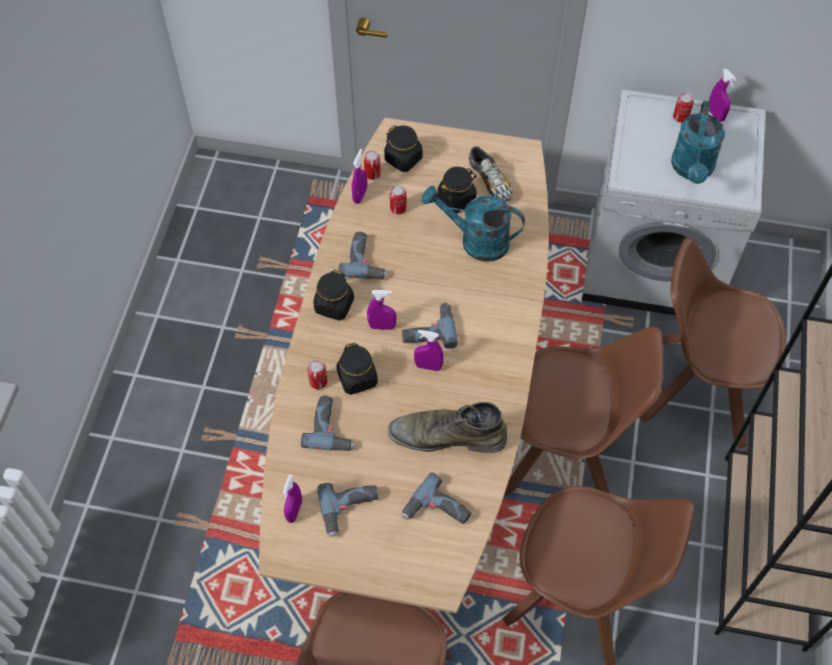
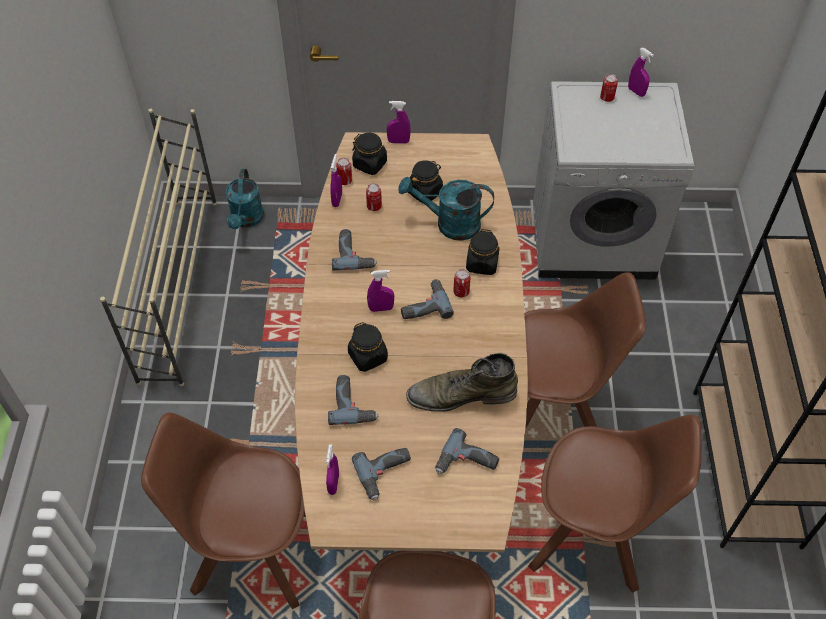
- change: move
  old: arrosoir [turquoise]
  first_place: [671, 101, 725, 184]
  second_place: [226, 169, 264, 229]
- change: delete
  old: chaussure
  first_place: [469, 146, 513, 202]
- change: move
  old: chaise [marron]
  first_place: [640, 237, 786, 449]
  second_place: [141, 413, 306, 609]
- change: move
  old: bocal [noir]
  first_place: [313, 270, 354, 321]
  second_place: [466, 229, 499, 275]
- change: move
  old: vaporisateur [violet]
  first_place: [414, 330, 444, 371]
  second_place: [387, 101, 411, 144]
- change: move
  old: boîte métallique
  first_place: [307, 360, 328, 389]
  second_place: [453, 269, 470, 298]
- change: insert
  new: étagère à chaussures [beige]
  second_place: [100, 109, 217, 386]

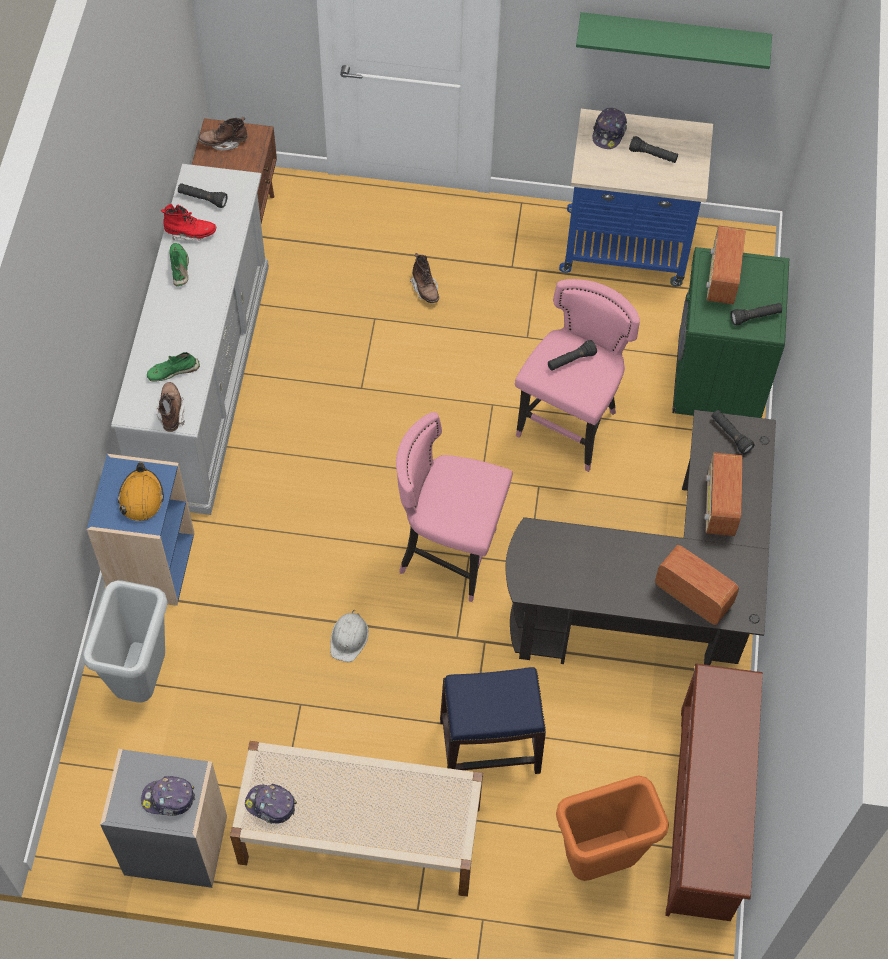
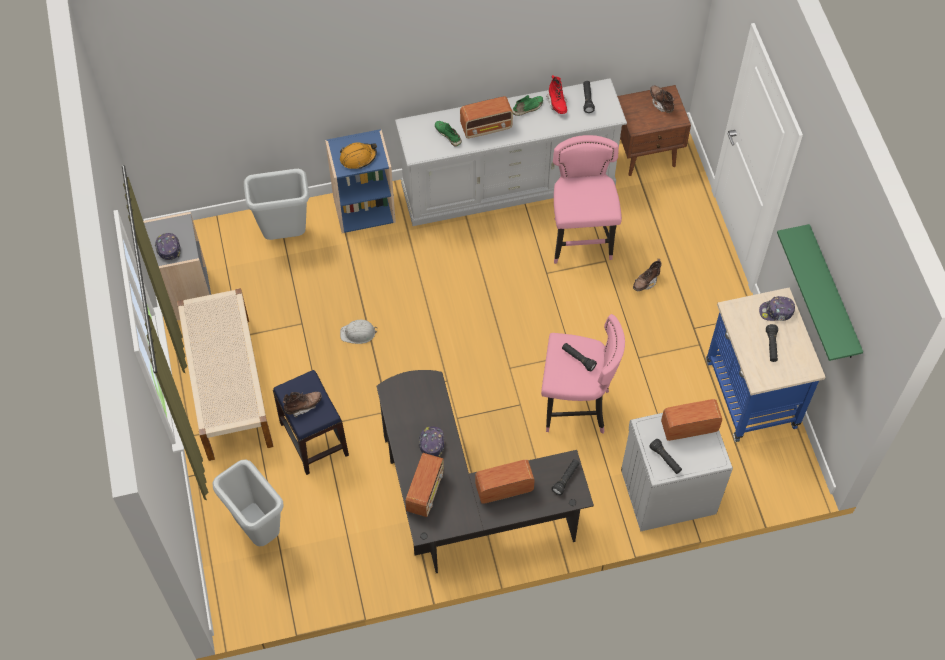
- change: recolor
  old: lave-linge [vert]
  new: lave-linge [blanc]
  first_place: [672, 247, 789, 418]
  second_place: [621, 413, 733, 531]
- change: move
  old: botte [marron]
  first_place: [156, 382, 185, 432]
  second_place: [283, 392, 322, 417]
- change: move
  old: tabouret [rose]
  first_place: [396, 412, 513, 602]
  second_place: [553, 135, 622, 264]
- change: delete
  old: étagère à chaussures [marron]
  first_place: [665, 663, 763, 921]
- change: recolor
  old: poubelle [orange]
  new: poubelle [gris]
  first_place: [556, 775, 669, 881]
  second_place: [212, 459, 284, 546]
- change: move
  old: casquette
  first_place: [245, 784, 297, 824]
  second_place: [419, 426, 445, 457]
- change: insert
  new: radio
  second_place: [460, 96, 513, 138]

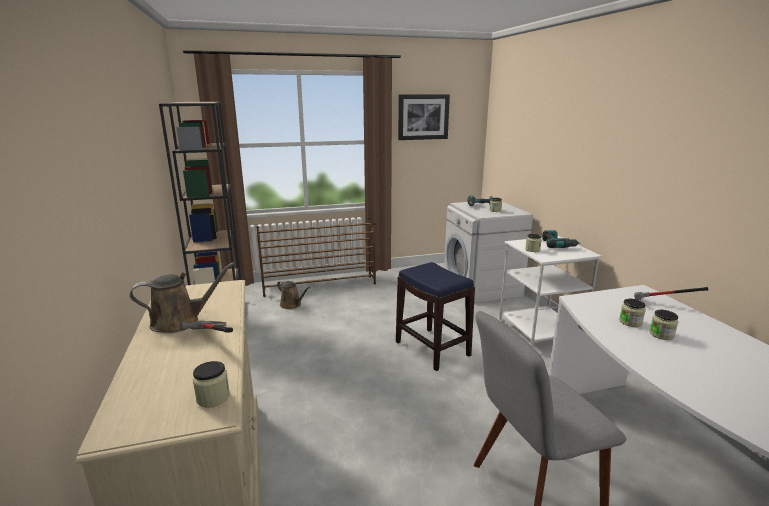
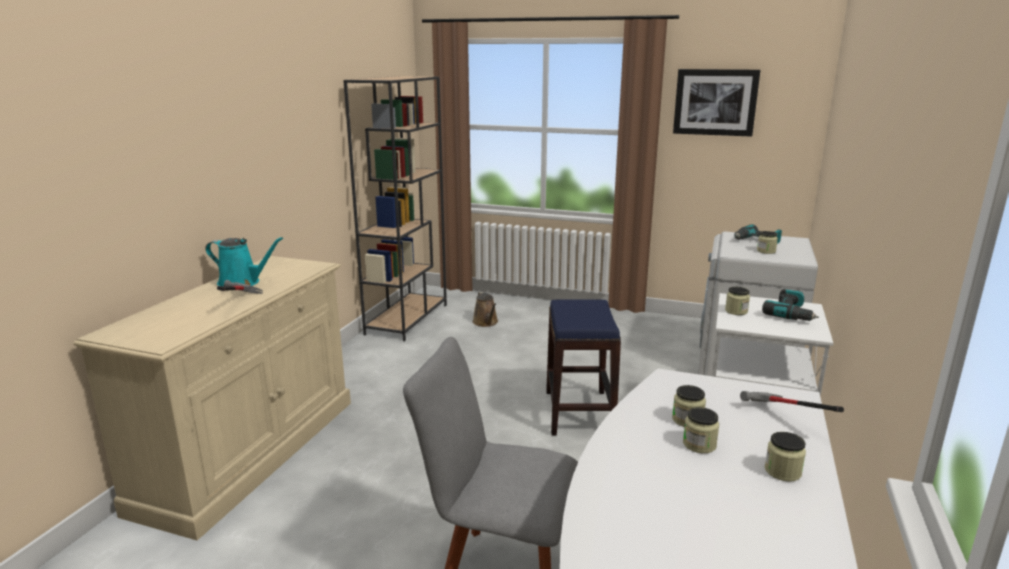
- change: delete
  old: étagère à chaussures [marron]
  first_place: [257, 218, 376, 297]
- change: recolor
  old: arrosoir [marron]
  new: arrosoir [turquoise]
  first_place: [130, 262, 234, 333]
  second_place: [205, 237, 283, 286]
- change: move
  old: bocal
  first_place: [193, 361, 230, 408]
  second_place: [765, 432, 806, 482]

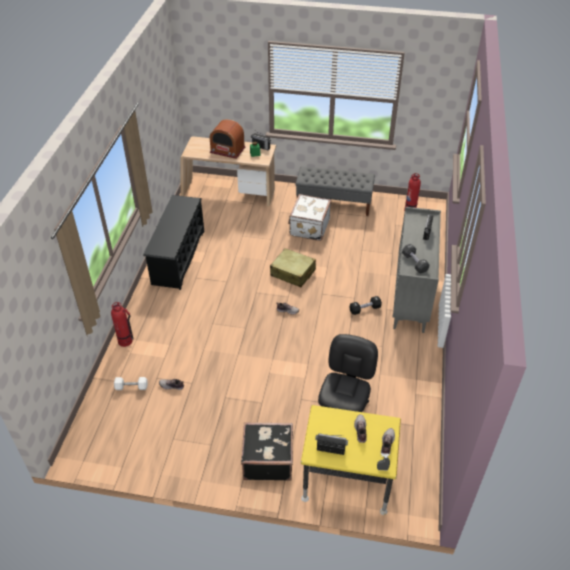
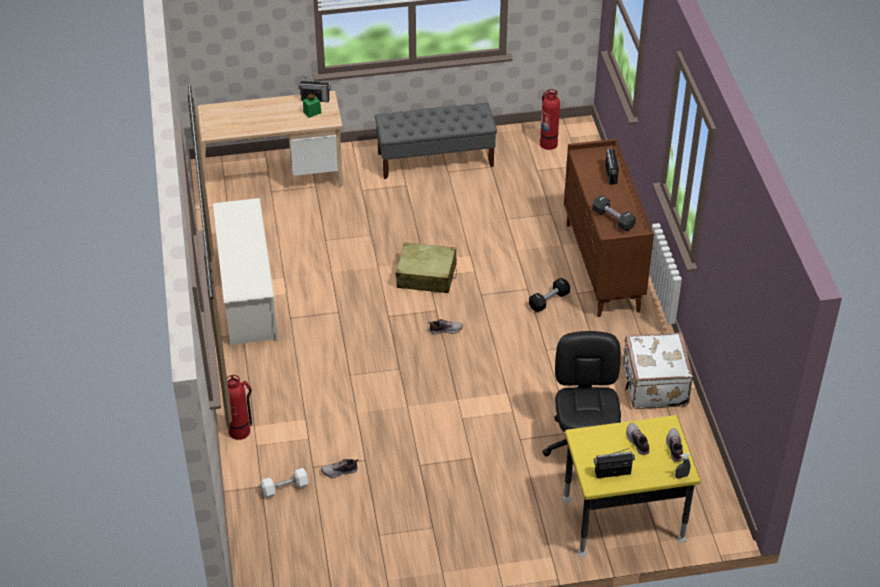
- change: delete
  old: radio
  first_place: [210, 119, 246, 159]
- change: move
  old: valise [blanc]
  first_place: [288, 194, 331, 241]
  second_place: [623, 332, 693, 409]
- change: recolor
  old: étagère à chaussures [noir]
  new: étagère à chaussures [blanc]
  first_place: [143, 195, 204, 290]
  second_place: [213, 198, 278, 345]
- change: recolor
  old: meuble de rangement [gris]
  new: meuble de rangement [marron]
  first_place: [393, 207, 441, 333]
  second_place: [564, 139, 654, 317]
- change: delete
  old: valise [noir]
  first_place: [241, 422, 293, 481]

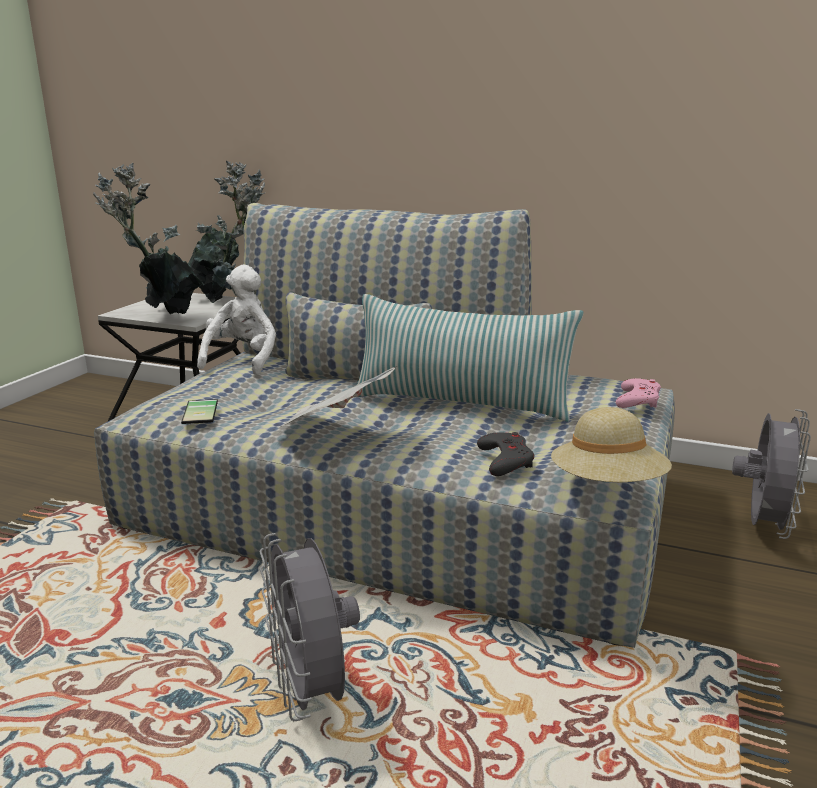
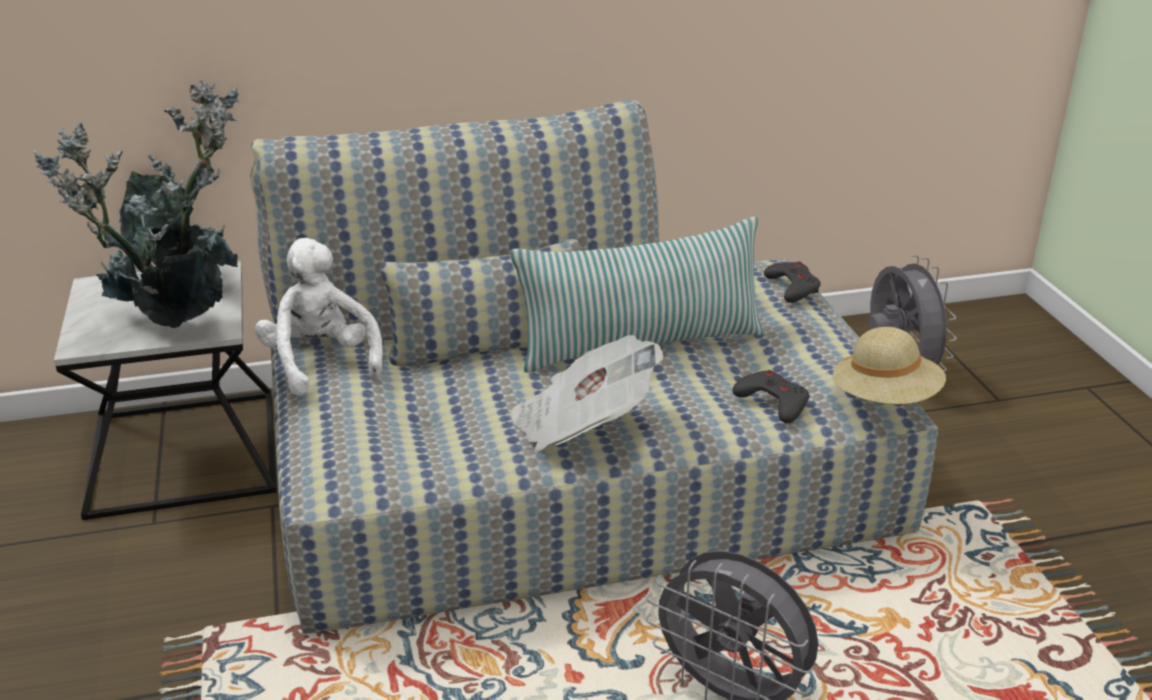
- change: recolor
  old: manette [rose]
  new: manette [gris]
  first_place: [616, 378, 661, 408]
  second_place: [764, 262, 821, 303]
- change: delete
  old: téléphone
  first_place: [181, 399, 218, 424]

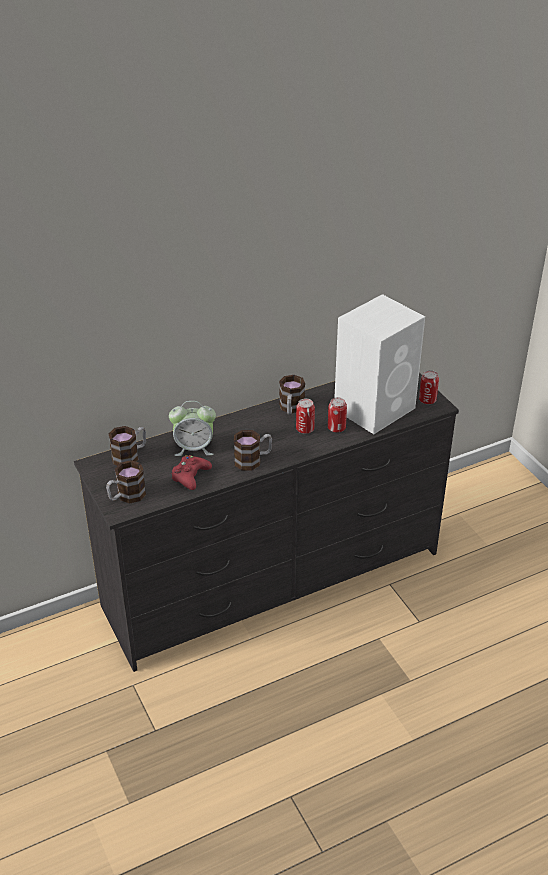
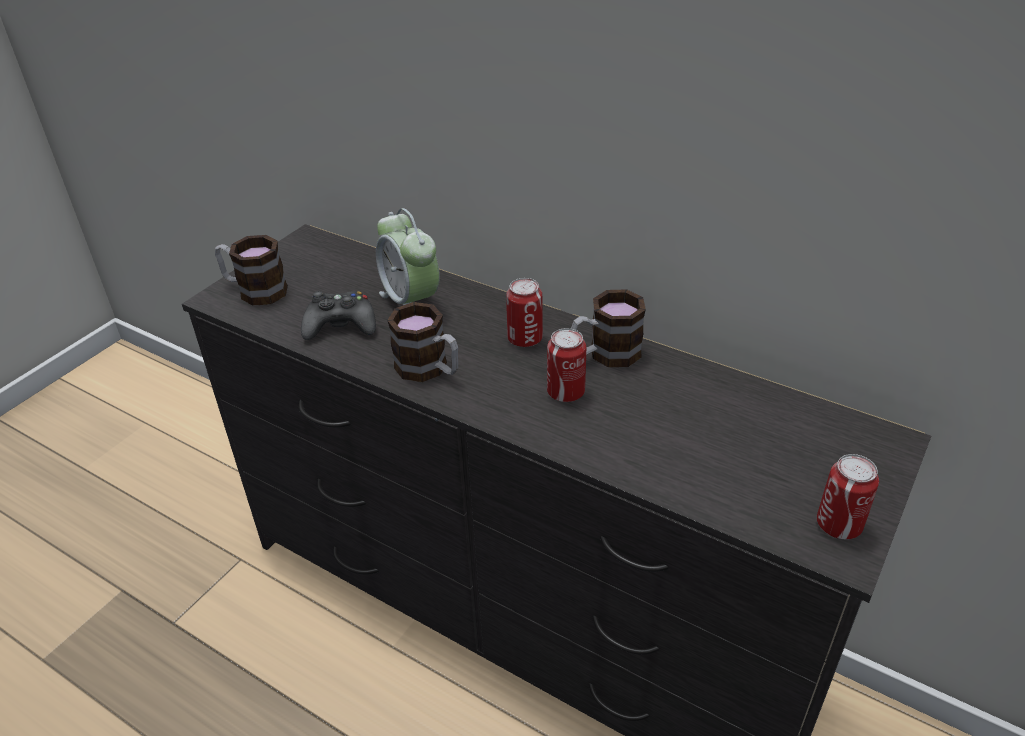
- change: delete
  old: enceinte [blanc]
  first_place: [334, 294, 425, 434]
- change: move
  old: boîte métallique
  first_place: [328, 397, 347, 432]
  second_place: [506, 278, 543, 347]
- change: delete
  old: mug
  first_place: [109, 426, 146, 466]
- change: recolor
  old: manette [rouge]
  new: manette [noir]
  first_place: [172, 455, 212, 490]
  second_place: [301, 291, 376, 340]

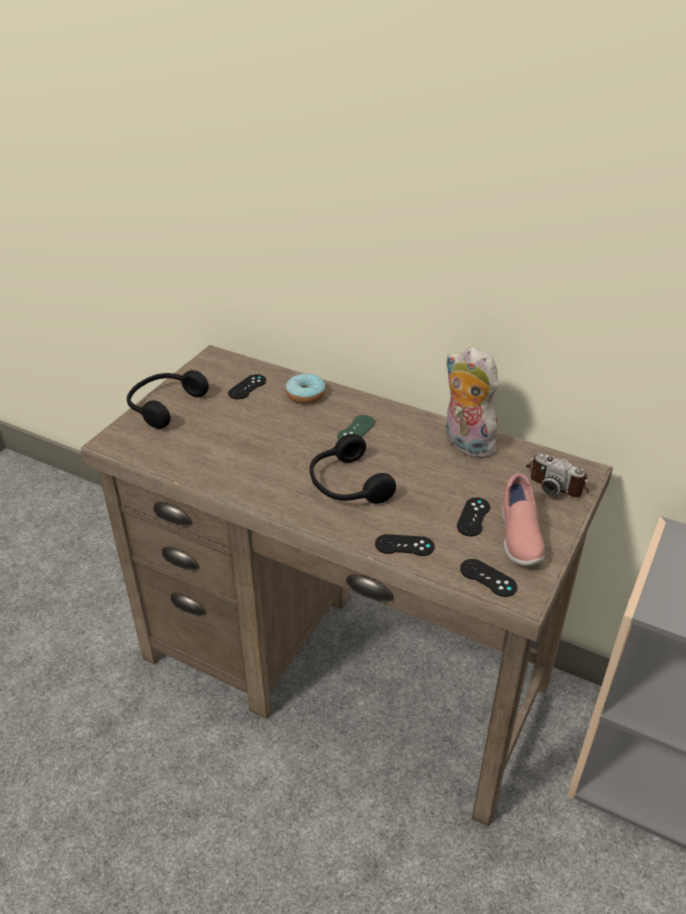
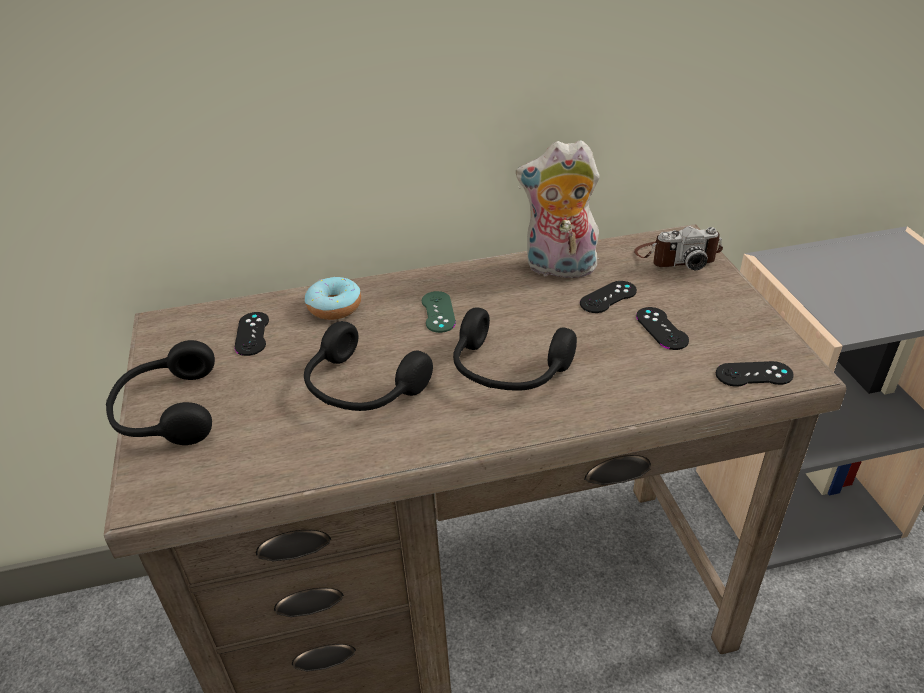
- change: delete
  old: chaussure [rose]
  first_place: [502, 474, 545, 566]
- change: move
  old: manette [noir]
  first_place: [375, 534, 435, 556]
  second_place: [580, 281, 637, 313]
- change: insert
  new: casque audio [noir]
  second_place: [304, 321, 433, 411]

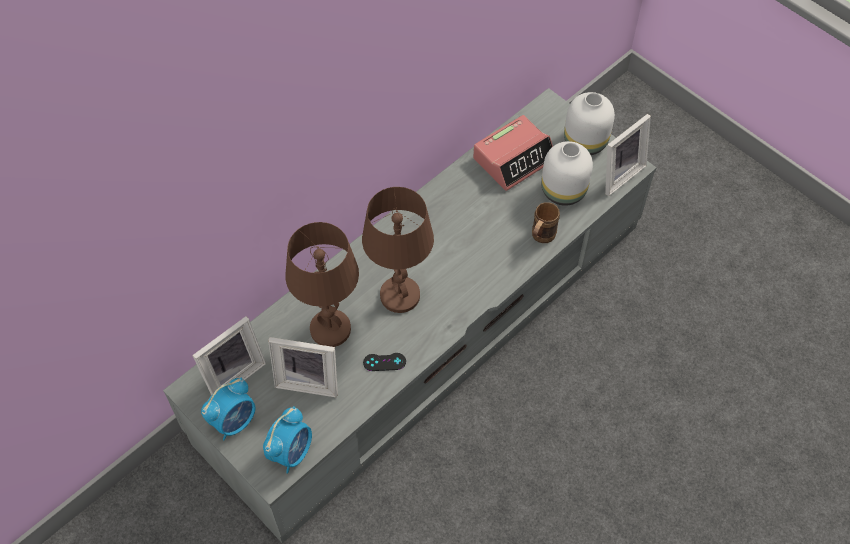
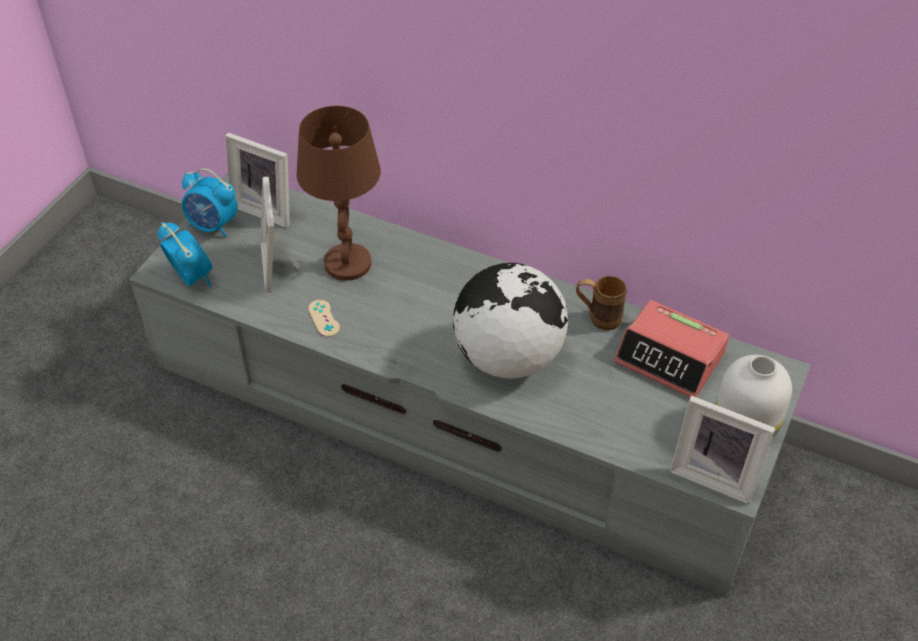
- change: delete
  old: vase [blanc]
  first_place: [541, 141, 593, 206]
- change: delete
  old: lampe de table [marron]
  first_place: [362, 187, 434, 313]
- change: move
  old: mug [marron]
  first_place: [532, 202, 560, 243]
  second_place: [576, 276, 627, 330]
- change: recolor
  old: manette [noir]
  new: manette [beige]
  first_place: [363, 353, 406, 371]
  second_place: [308, 300, 340, 337]
- change: rotate
  old: réveil
  first_place: [263, 406, 312, 474]
  second_place: [158, 222, 213, 287]
  degrees: -135
- change: insert
  new: globe
  second_place: [453, 263, 568, 379]

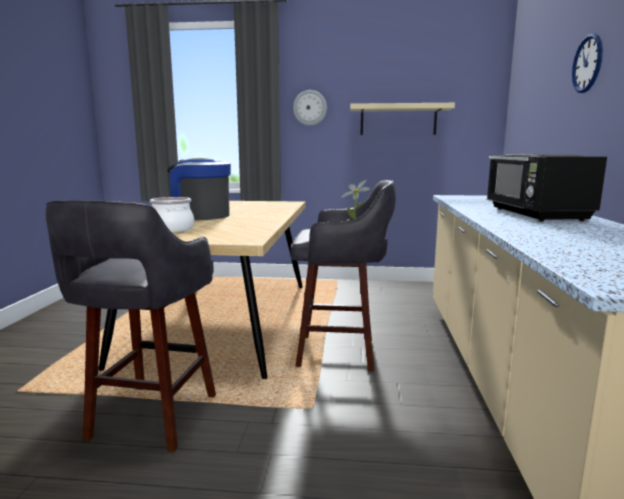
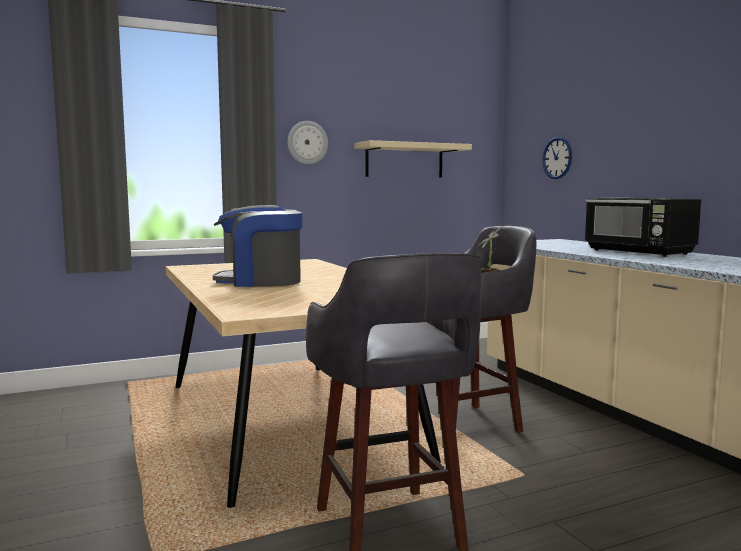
- change: move
  old: horloge murale
  first_place: [572, 34, 603, 93]
  second_place: [542, 137, 572, 179]
- change: delete
  old: marmite
  first_place: [150, 197, 194, 232]

